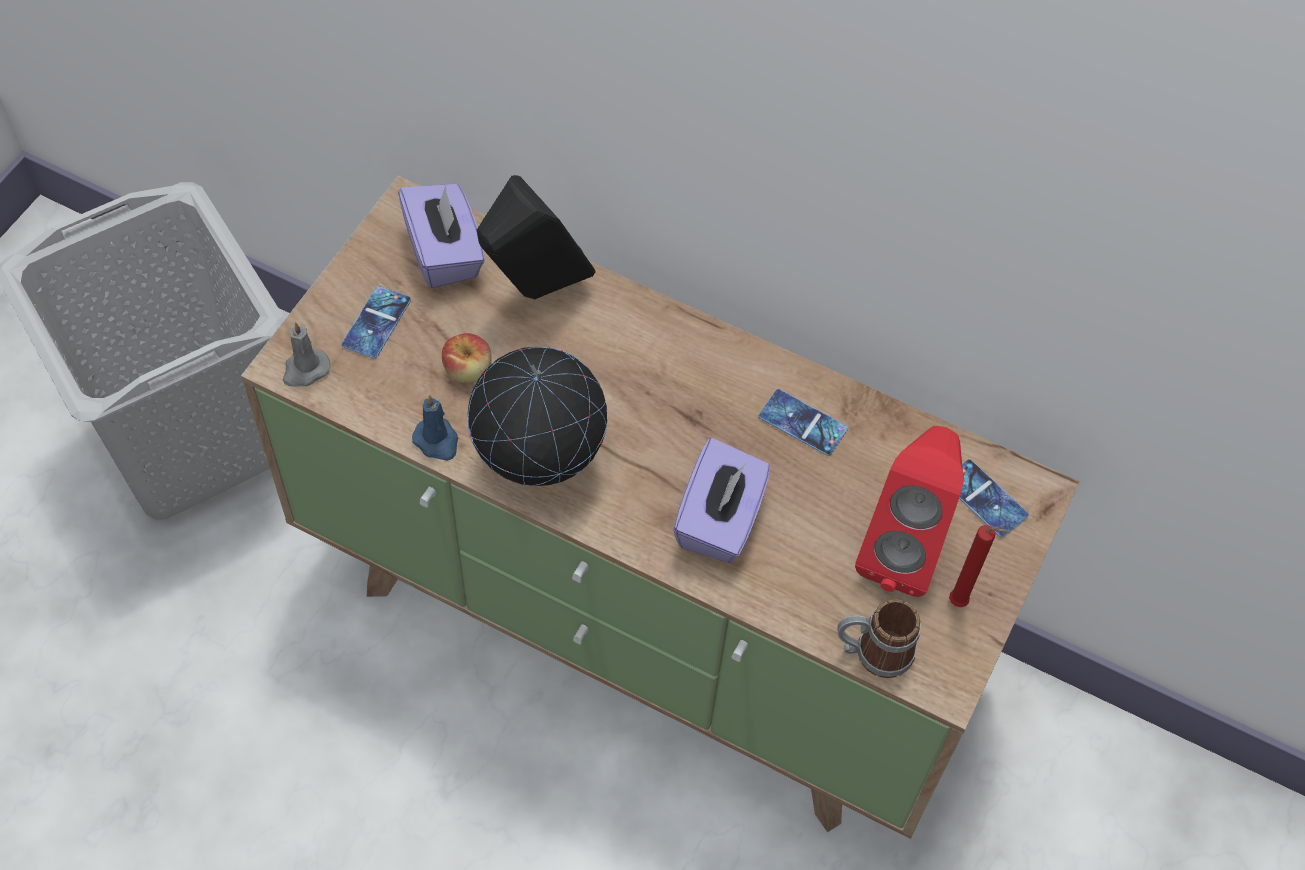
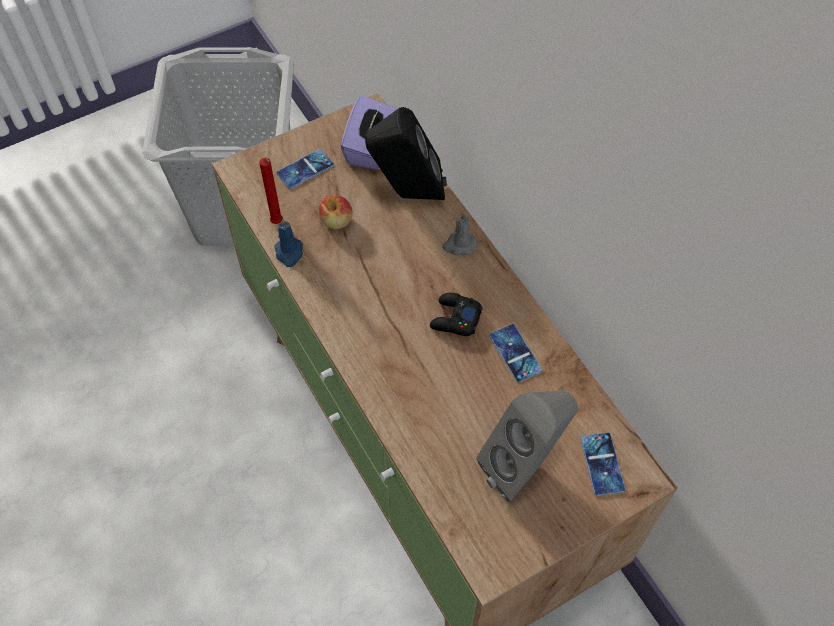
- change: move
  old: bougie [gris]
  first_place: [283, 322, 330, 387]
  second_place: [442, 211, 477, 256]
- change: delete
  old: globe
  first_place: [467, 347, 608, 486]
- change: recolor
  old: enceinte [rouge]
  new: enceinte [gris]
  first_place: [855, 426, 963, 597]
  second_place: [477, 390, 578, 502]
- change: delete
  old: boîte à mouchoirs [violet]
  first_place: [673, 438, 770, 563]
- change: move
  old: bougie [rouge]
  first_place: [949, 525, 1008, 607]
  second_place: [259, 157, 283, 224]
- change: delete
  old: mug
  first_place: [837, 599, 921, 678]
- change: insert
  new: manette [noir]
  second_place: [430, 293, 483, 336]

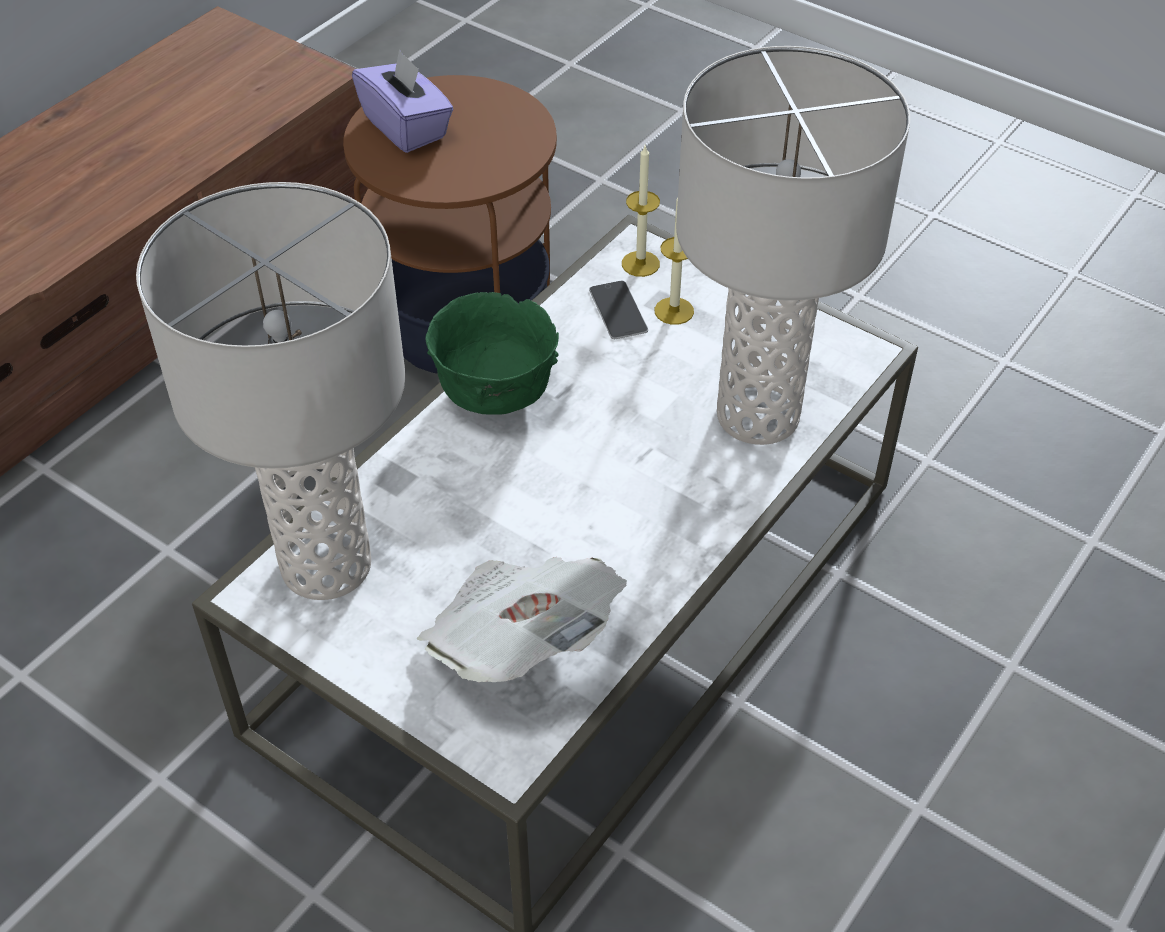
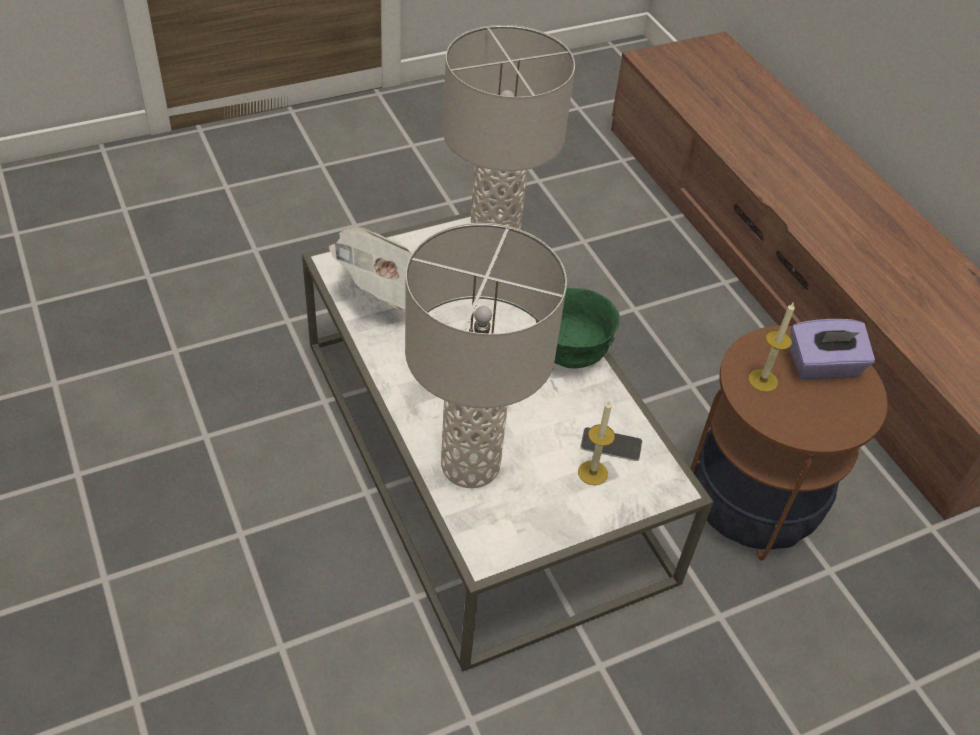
- change: move
  old: bougie
  first_place: [622, 146, 660, 277]
  second_place: [748, 302, 795, 392]

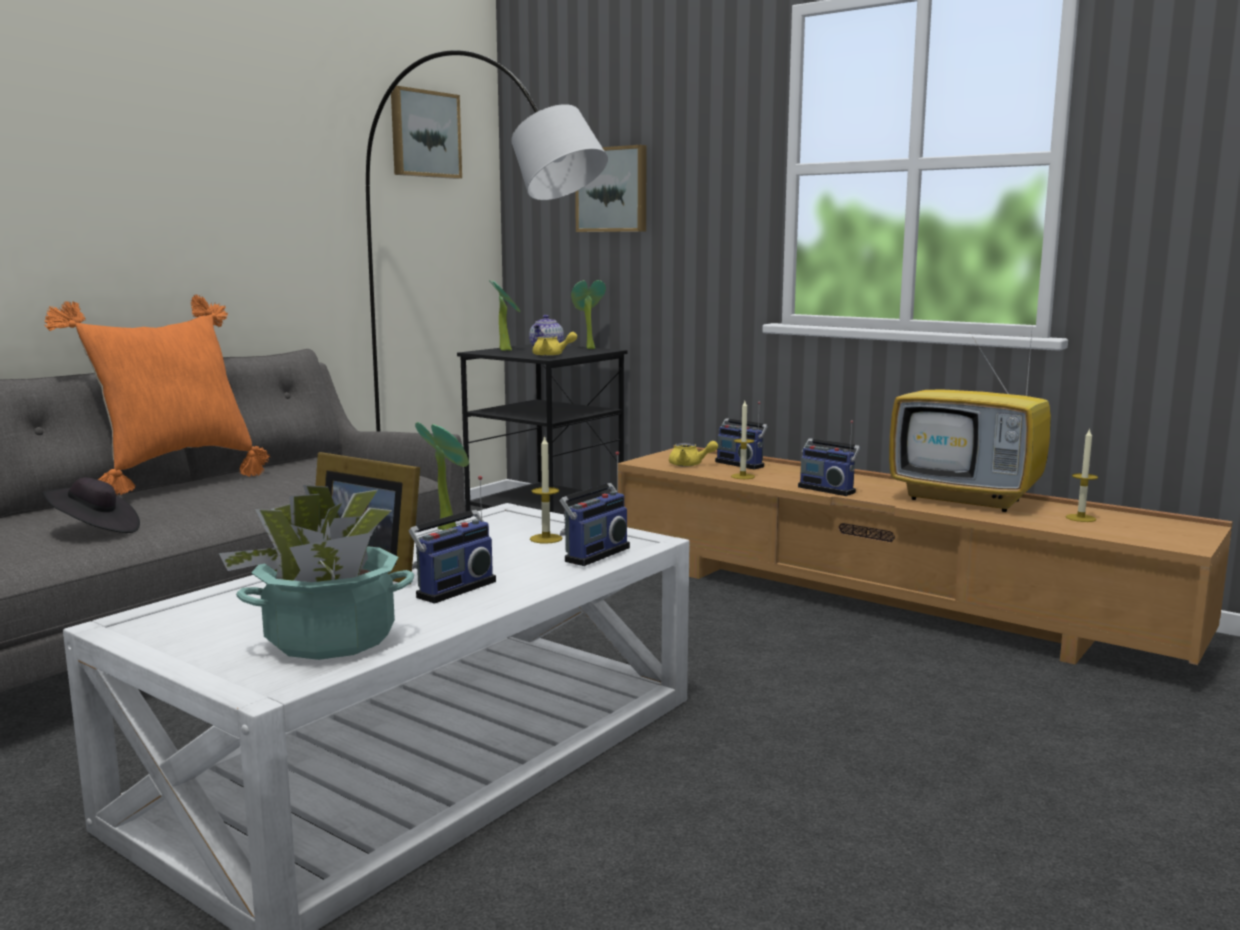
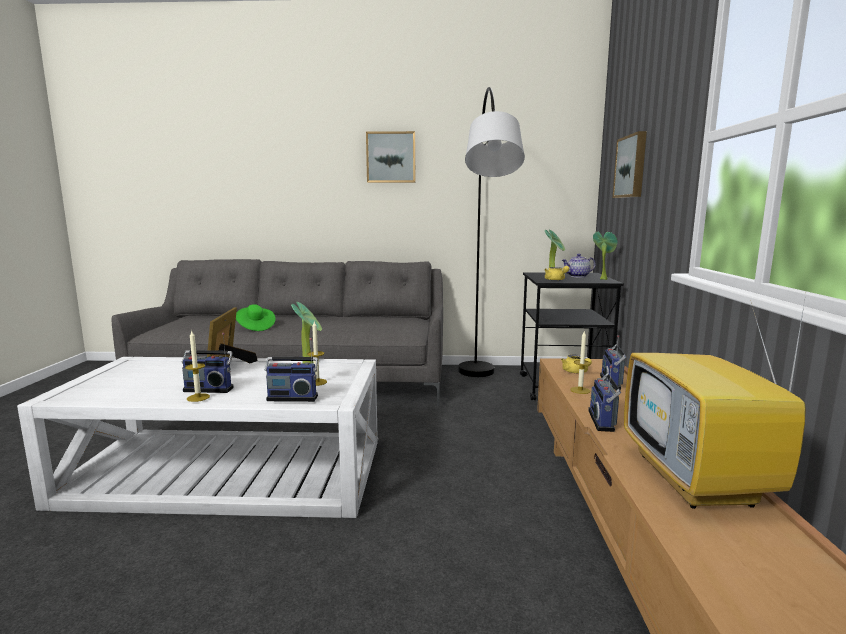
- change: move
  old: tableau
  first_place: [391, 86, 462, 179]
  second_place: [366, 131, 415, 183]
- change: delete
  old: coussin [orange]
  first_place: [44, 294, 271, 496]
- change: move
  old: bougie
  first_place: [1066, 428, 1098, 522]
  second_place: [185, 331, 210, 402]
- change: recolor
  old: chapeau [noir]
  new: chapeau [vert]
  first_place: [43, 477, 140, 533]
  second_place: [236, 304, 276, 331]
- change: delete
  old: plante en pot
  first_place: [219, 485, 414, 660]

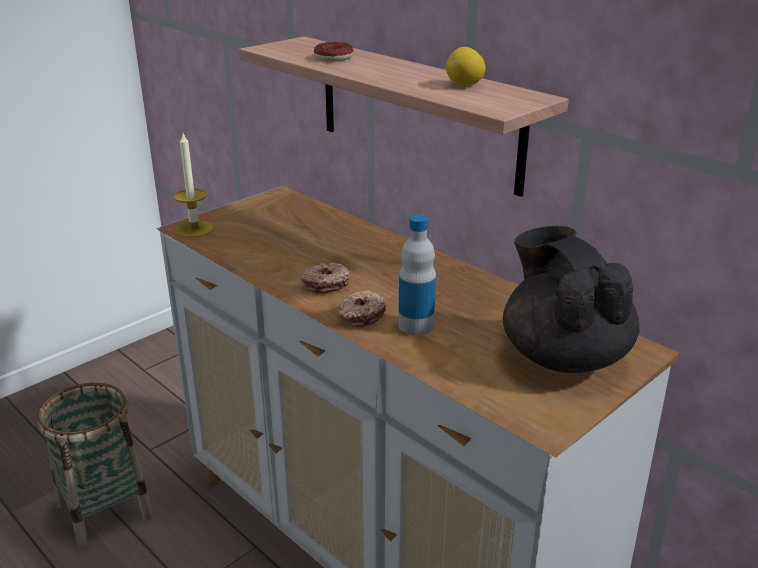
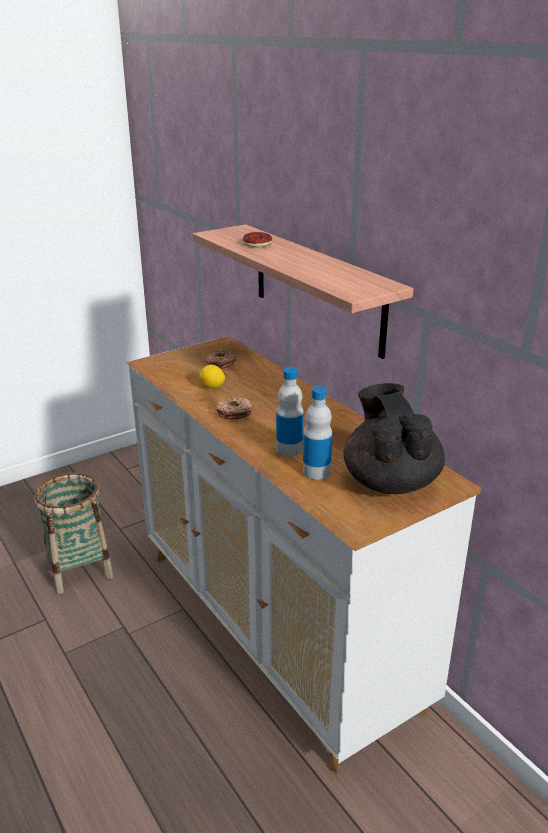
- change: move
  old: citron
  first_place: [446, 47, 486, 86]
  second_place: [199, 365, 225, 388]
- change: delete
  old: bougie
  first_place: [174, 131, 214, 238]
- change: move
  old: beignet
  first_place: [337, 291, 386, 327]
  second_place: [205, 350, 236, 369]
- change: insert
  new: bouteille
  second_place: [303, 386, 332, 480]

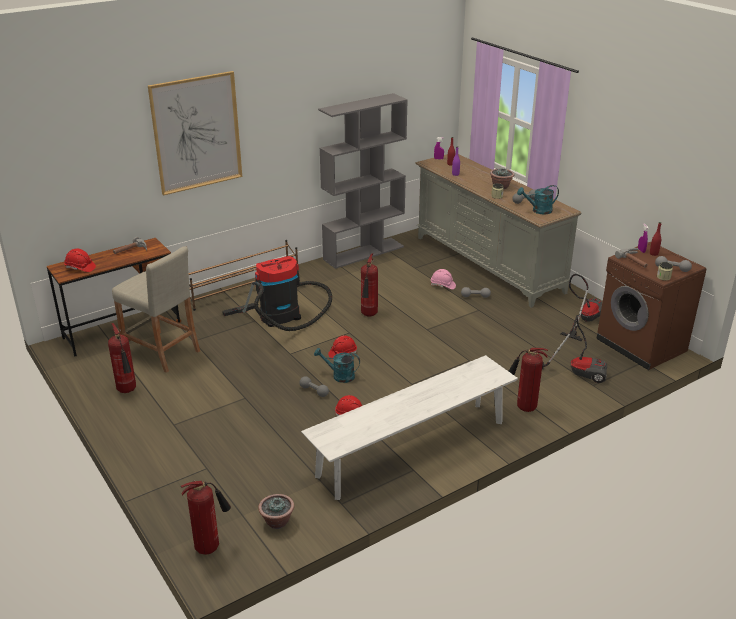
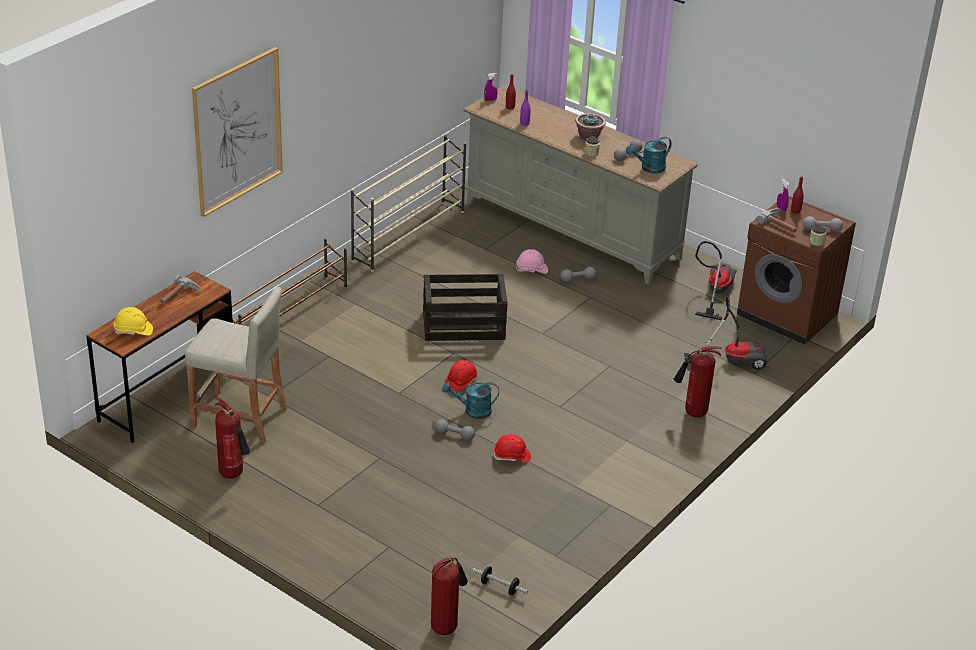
- change: replace
  old: bibliothèque [gris]
  new: étagère à chaussures [beige]
  first_place: [318, 93, 408, 269]
  second_place: [351, 133, 466, 272]
- change: recolor
  old: casque de chantier [rouge]
  new: casque de chantier [jaune]
  first_place: [64, 249, 96, 272]
  second_place: [114, 307, 153, 335]
- change: replace
  old: extincteur
  new: caisse
  first_place: [361, 253, 378, 316]
  second_place: [423, 274, 507, 341]
- change: delete
  old: aspirateur
  first_place: [222, 256, 332, 331]
- change: delete
  old: banc [blanc]
  first_place: [301, 355, 518, 500]
- change: replace
  old: plante en pot
  new: haltère
  first_place: [258, 494, 294, 529]
  second_place: [473, 566, 528, 595]

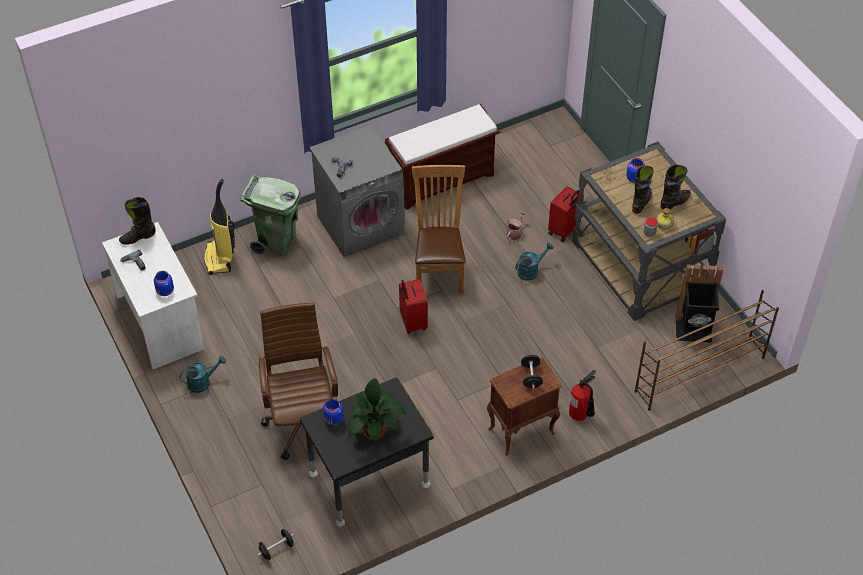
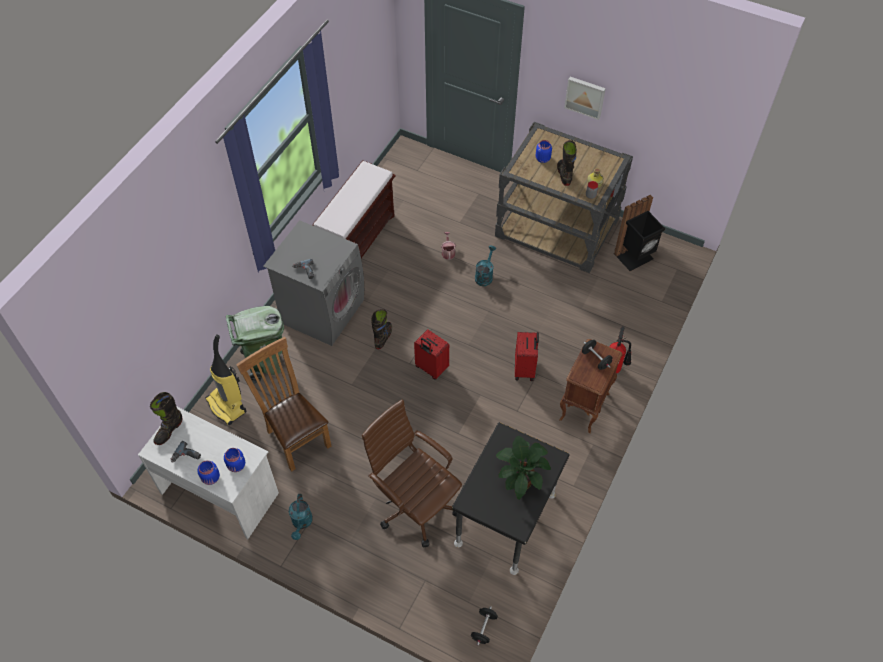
- change: move
  old: chaise [marron]
  first_place: [412, 165, 466, 294]
  second_place: [236, 337, 331, 472]
- change: move
  old: botte [noir]
  first_place: [660, 165, 691, 210]
  second_place: [371, 309, 392, 349]
- change: move
  old: valise [rouge]
  first_place: [548, 186, 584, 242]
  second_place: [515, 332, 539, 381]
- change: delete
  old: étagère à chaussures [marron]
  first_place: [634, 290, 779, 410]
- change: rotate
  old: arrosoir [turquoise]
  first_place: [180, 356, 226, 393]
  second_place: [289, 494, 313, 540]
  degrees: 150
- change: move
  old: bocal [bleu]
  first_place: [323, 399, 343, 425]
  second_place: [197, 460, 220, 485]
- change: insert
  new: tableau
  second_place: [564, 77, 606, 120]

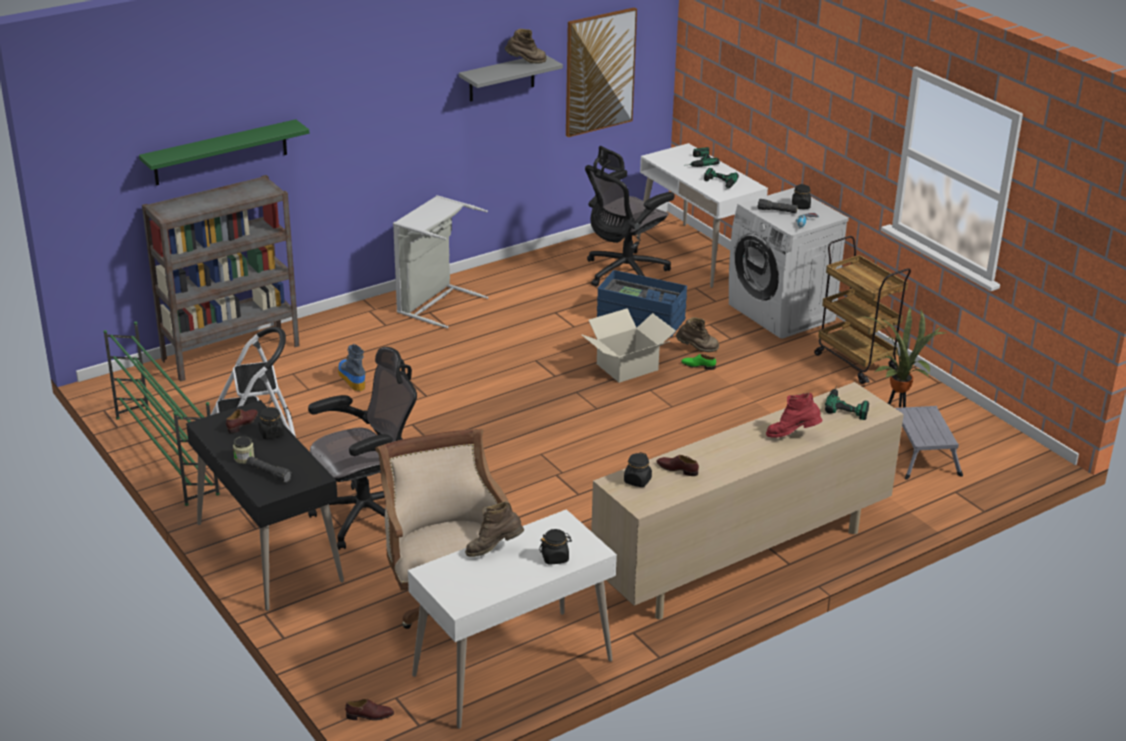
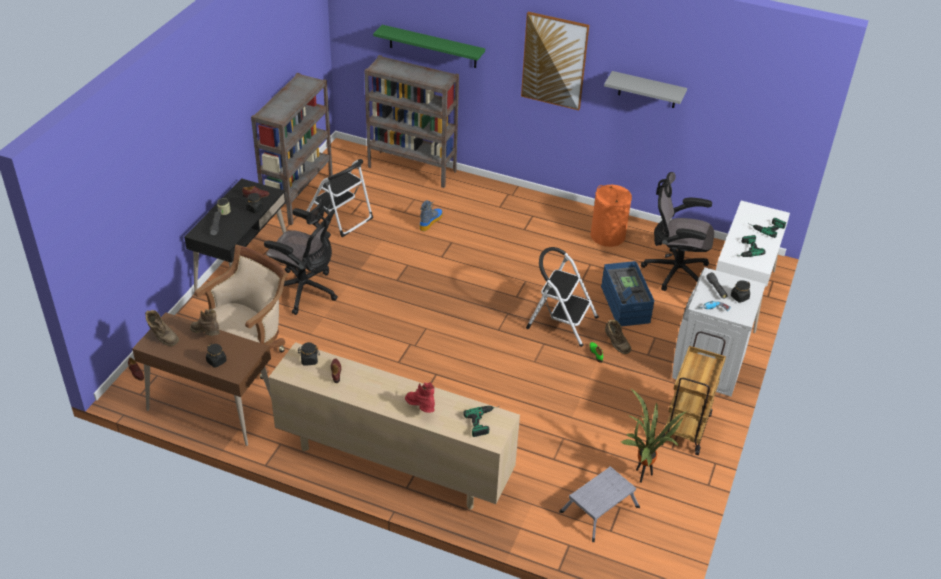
- change: move
  old: tableau
  first_place: [566, 7, 637, 137]
  second_place: [521, 12, 589, 110]
- change: move
  old: botte [marron]
  first_place: [505, 29, 547, 64]
  second_place: [145, 310, 179, 346]
- change: delete
  old: panier à linge [gris]
  first_place: [393, 195, 488, 328]
- change: replace
  old: carton
  new: escabeau
  first_place: [582, 308, 676, 383]
  second_place: [526, 247, 599, 347]
- change: replace
  old: étagère à chaussures [vert]
  new: bibliothèque [gris]
  first_place: [104, 322, 220, 506]
  second_place: [251, 73, 333, 225]
- change: recolor
  old: bureau [blanc]
  new: bureau [marron]
  first_place: [408, 509, 617, 729]
  second_place: [132, 313, 271, 446]
- change: insert
  new: panier à linge [orange]
  second_place: [591, 185, 632, 247]

